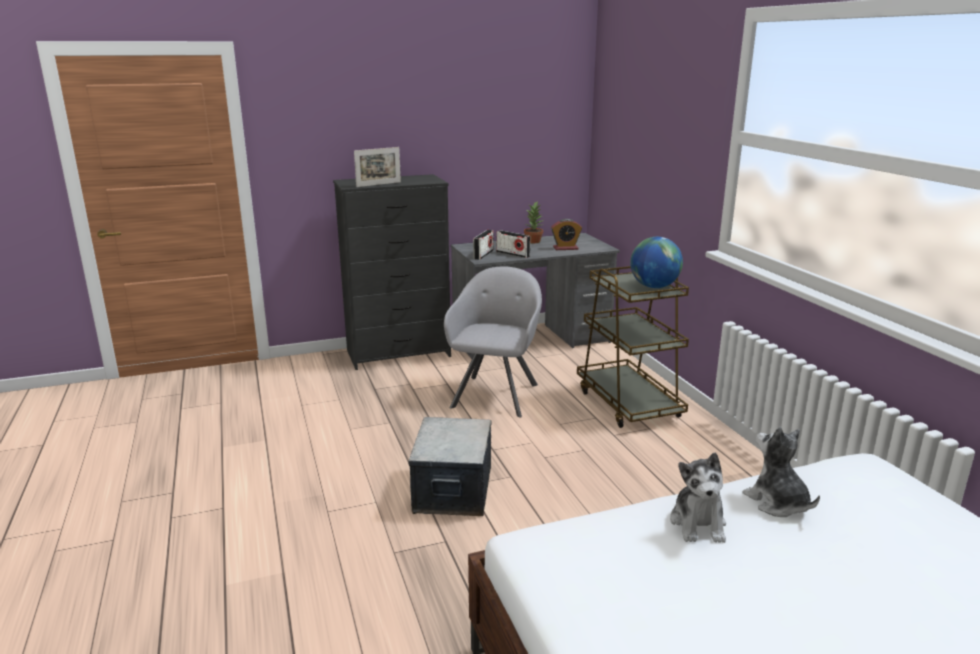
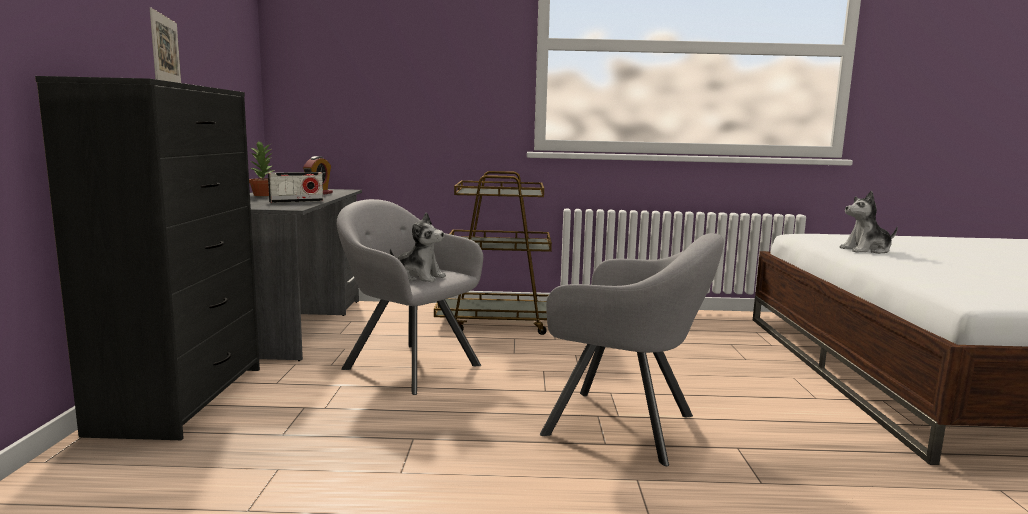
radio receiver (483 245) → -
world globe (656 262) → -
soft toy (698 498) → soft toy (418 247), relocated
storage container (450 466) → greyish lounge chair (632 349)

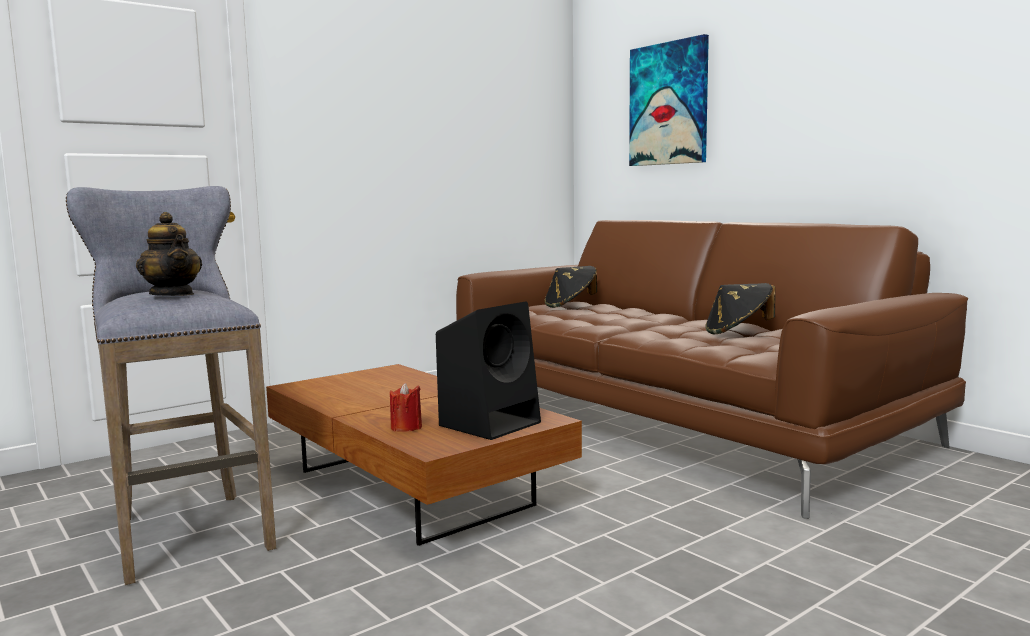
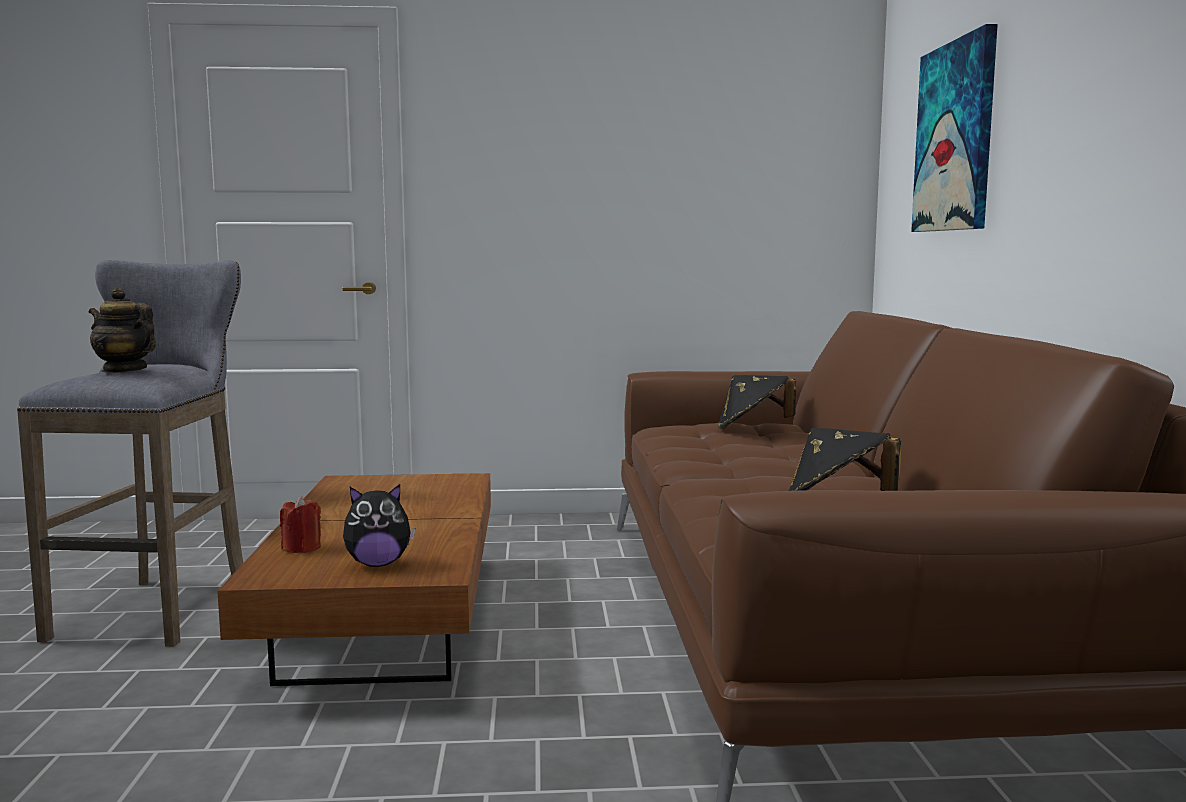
blackish speaker (488 370) → soft toy (379 525)
tea pot (169 254) → tea pot (122 330), 120 degrees clockwise

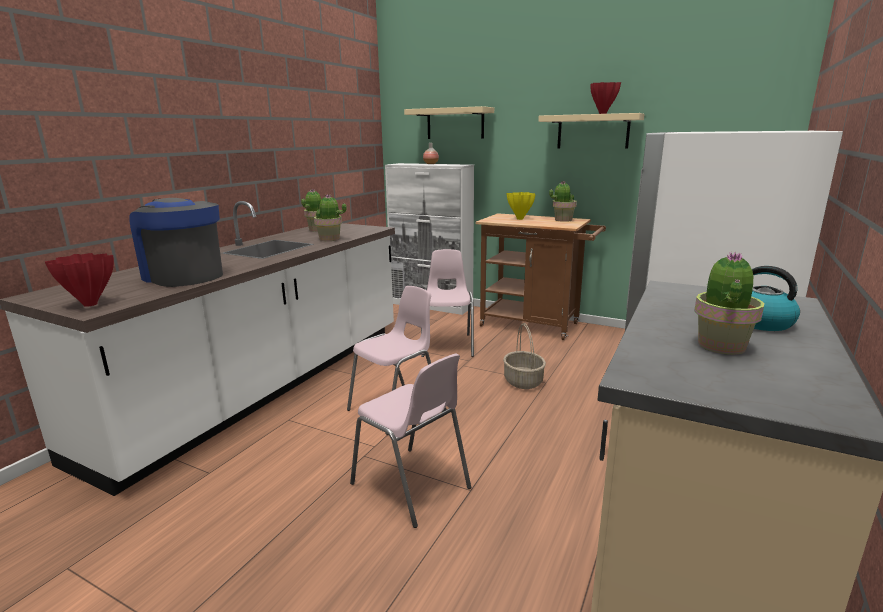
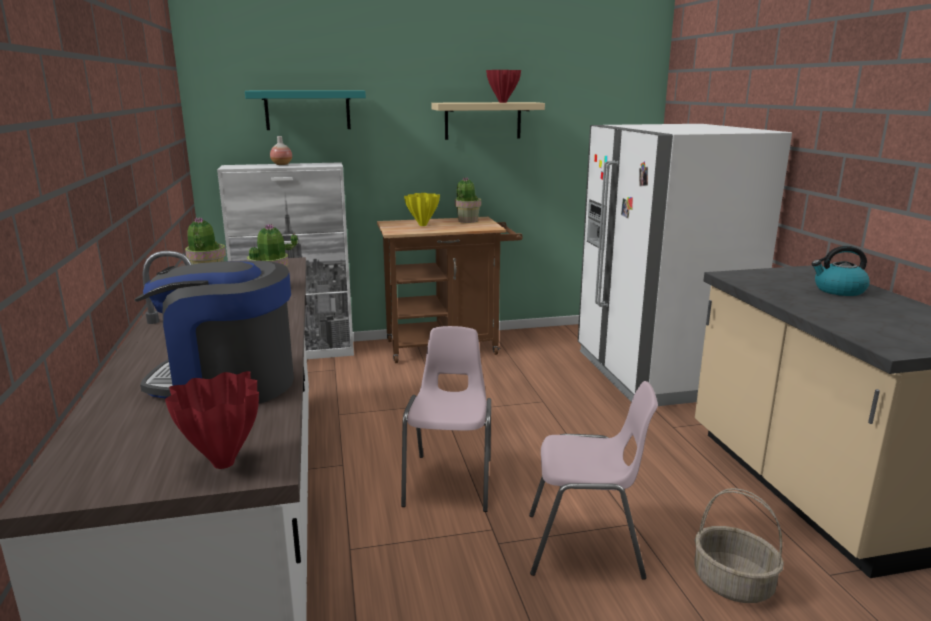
pink upright chair (447 303) → -
houseplant (729 303) → -
basket (524 356) → basket (739 545), relocated
beige bracket shelf (449 122) → turquoise-coloured bracket shelf (305 110)

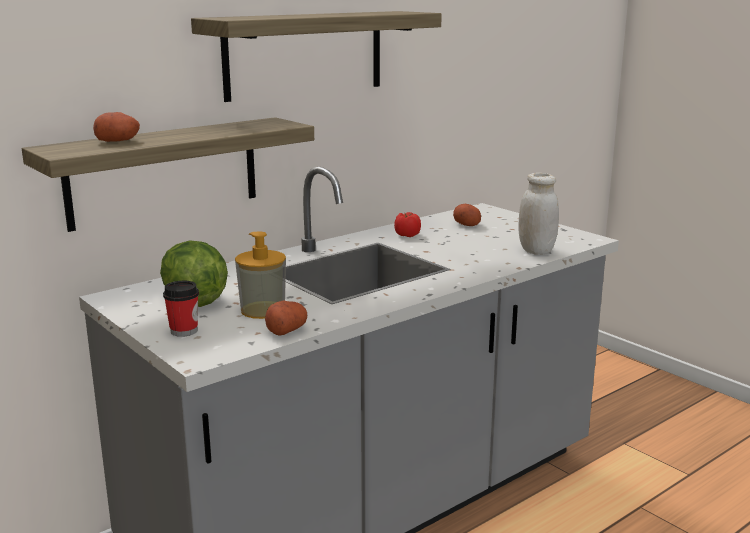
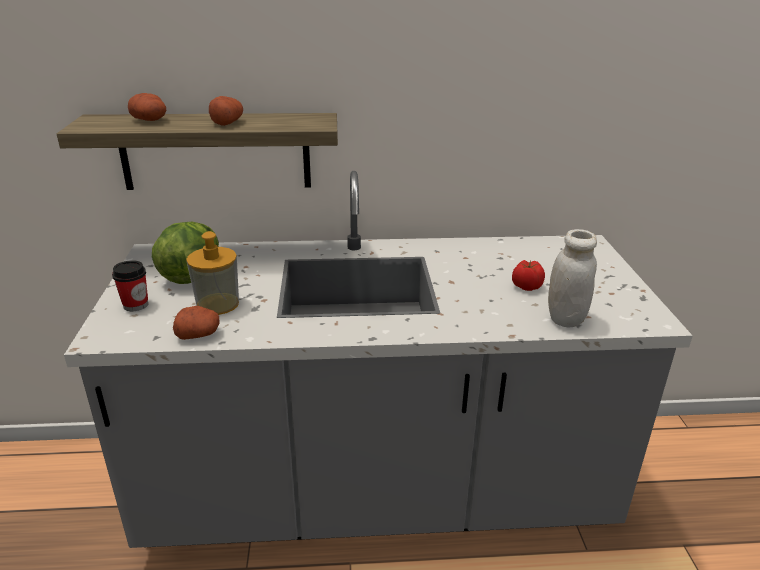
bracket shelf (316 56) → -
tomato (407 224) → tomato (528 275), relocated
whole potato (467 215) → whole potato (226 111), relocated

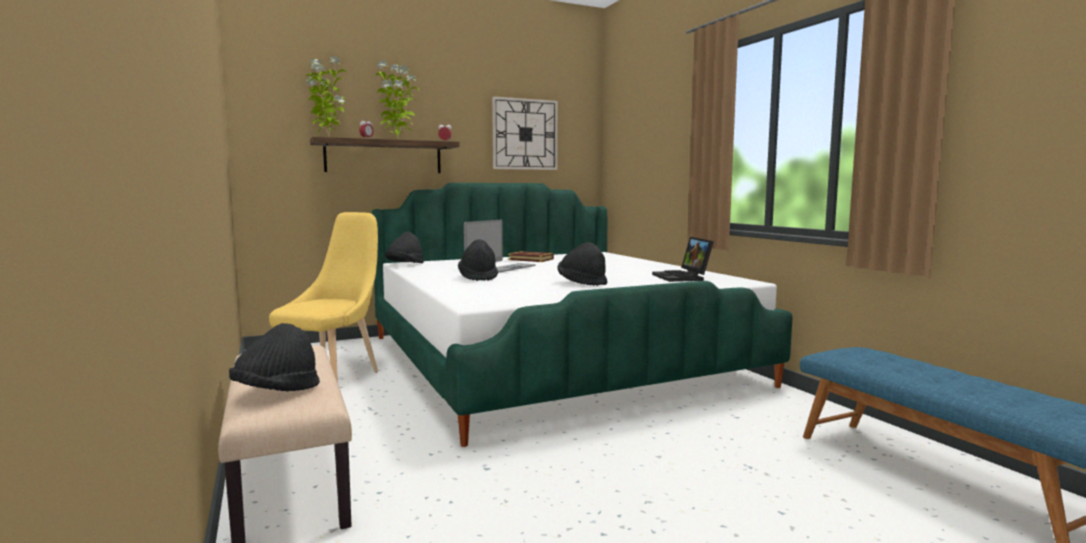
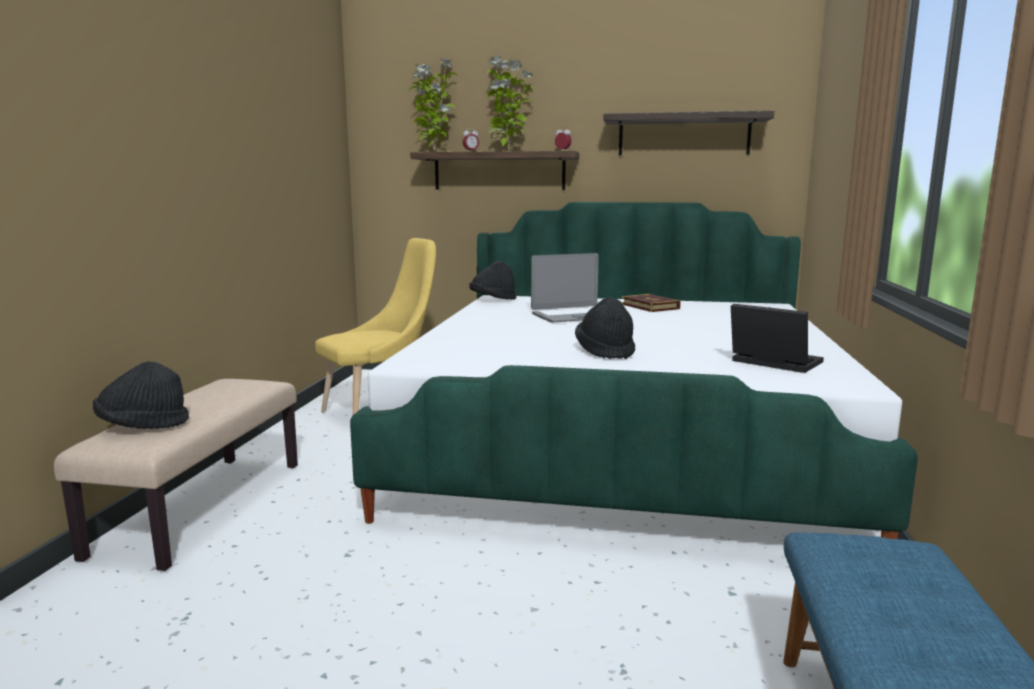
blackish clothing hat (478 260) → -
hanging clock (525 133) → bracket shelf (688 132)
laptop (683 259) → laptop (777 338), 105 degrees clockwise

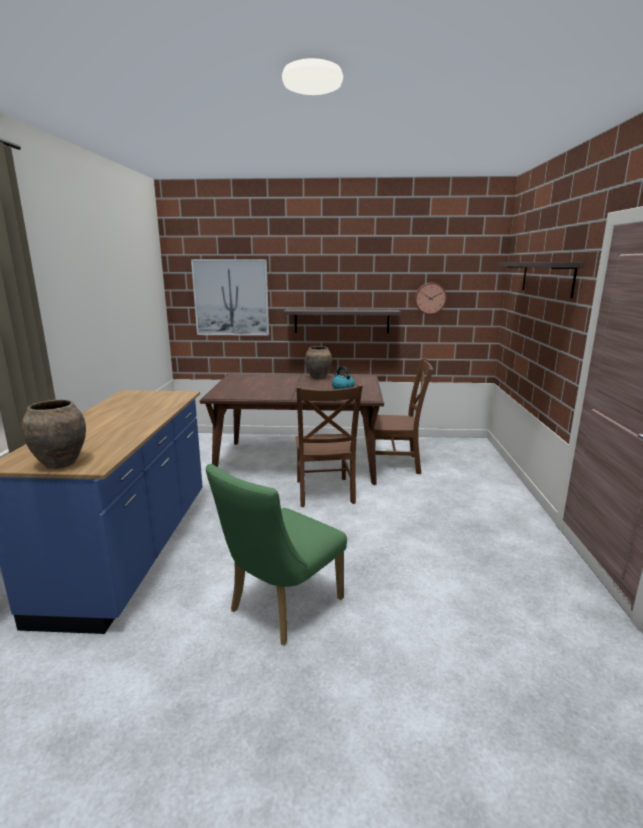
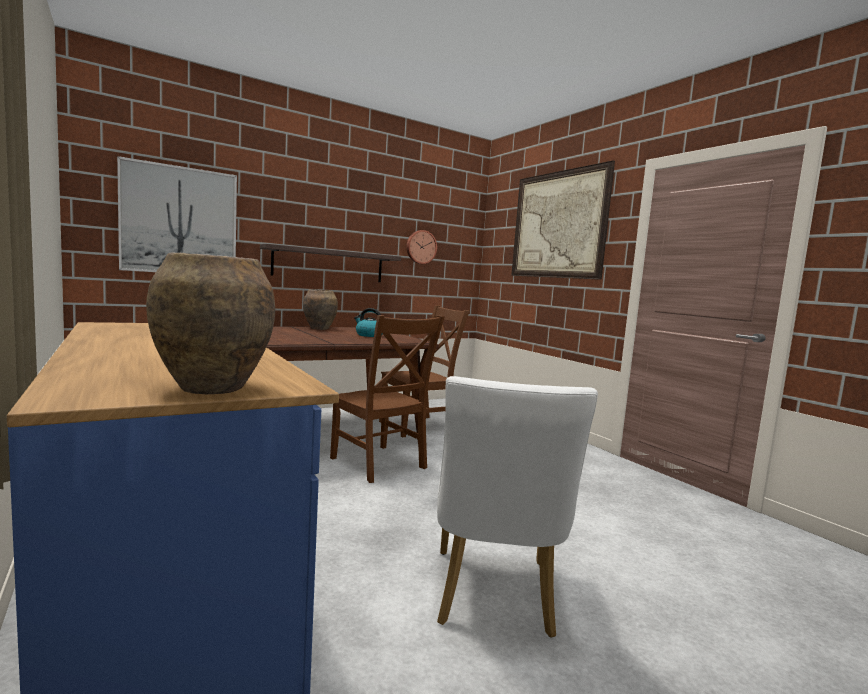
bracket shelf (541 280) → wall picture (563 220)
green-coloured upright chair (276 554) → white upright chair (517 507)

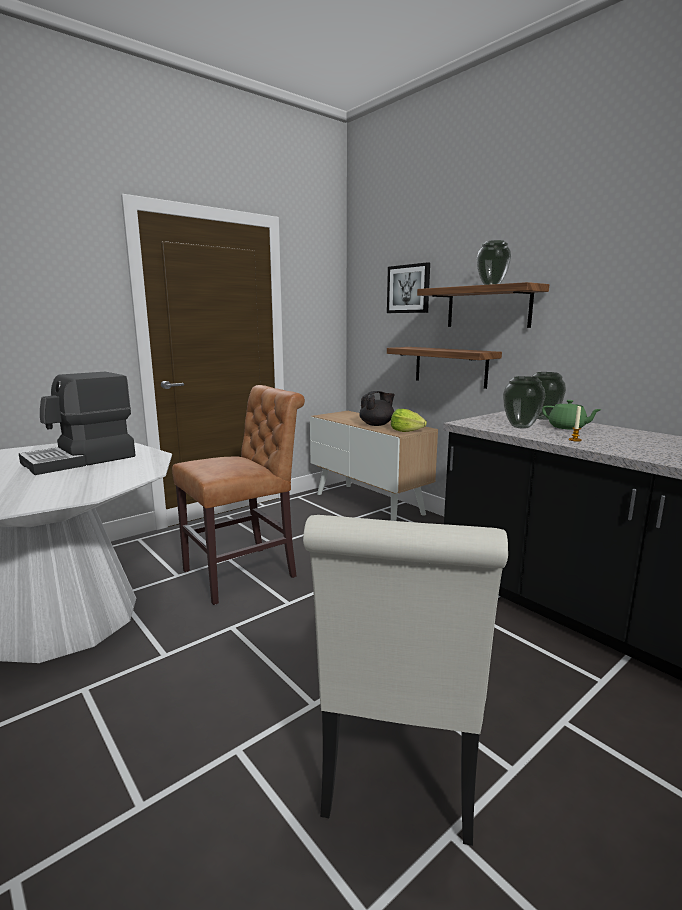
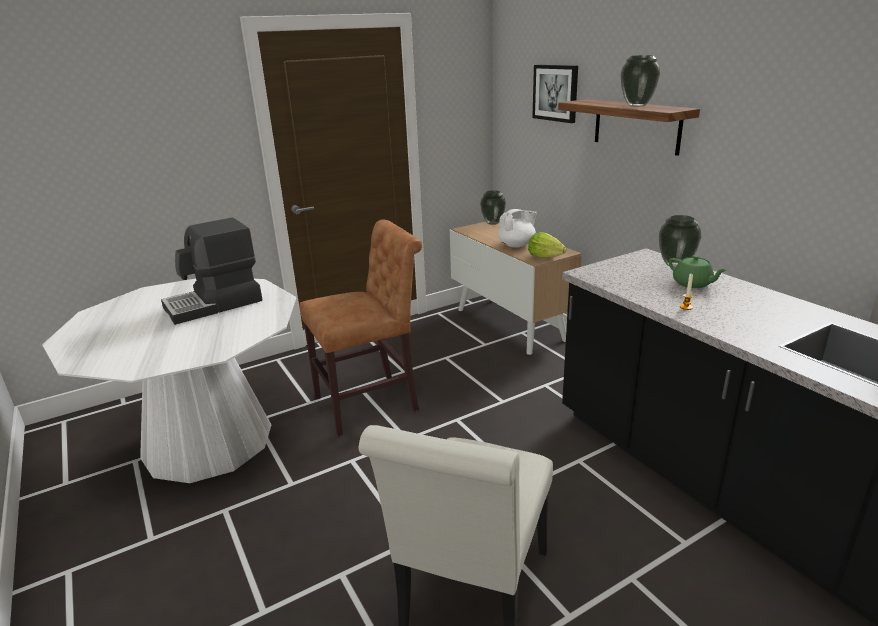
bracket shelf (444 368) → -
flower vase (524 402) → flower vase (493 207), relocated
blackish tea pot (377 408) → white tea pot (517 228)

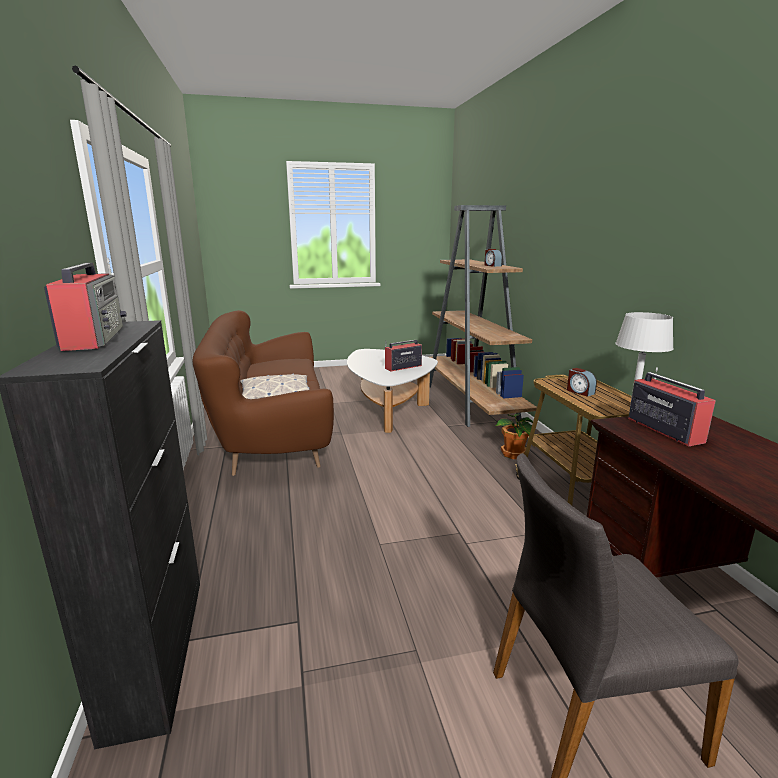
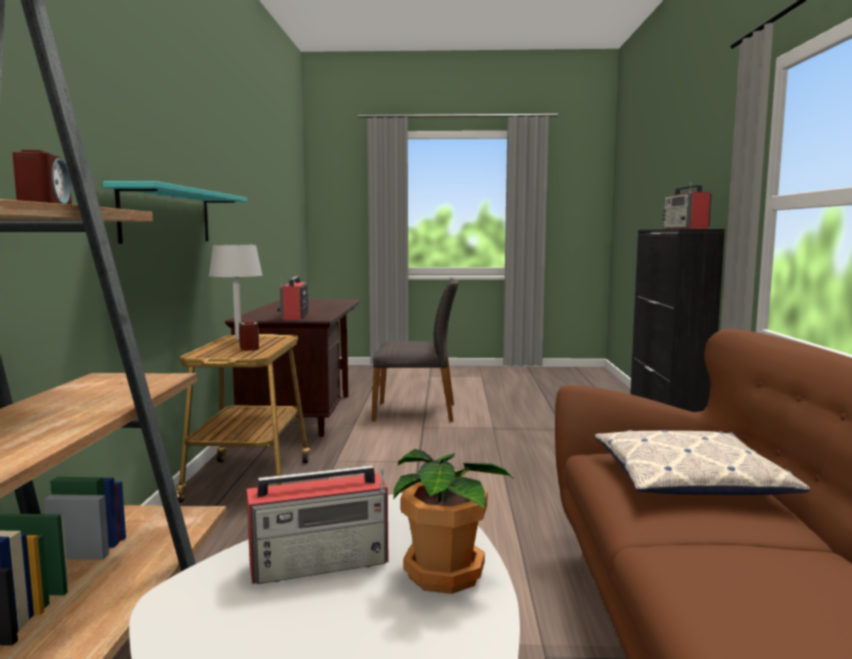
- → turquoise-coloured bracket shelf (175 212)
houseplant (514 436) → houseplant (454 521), relocated

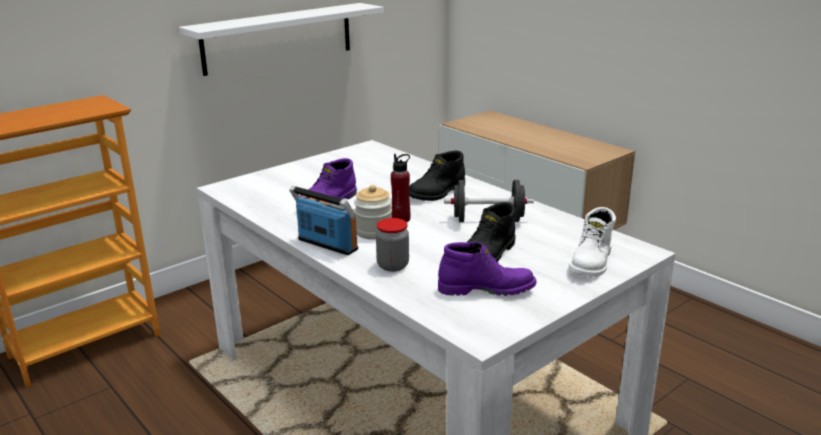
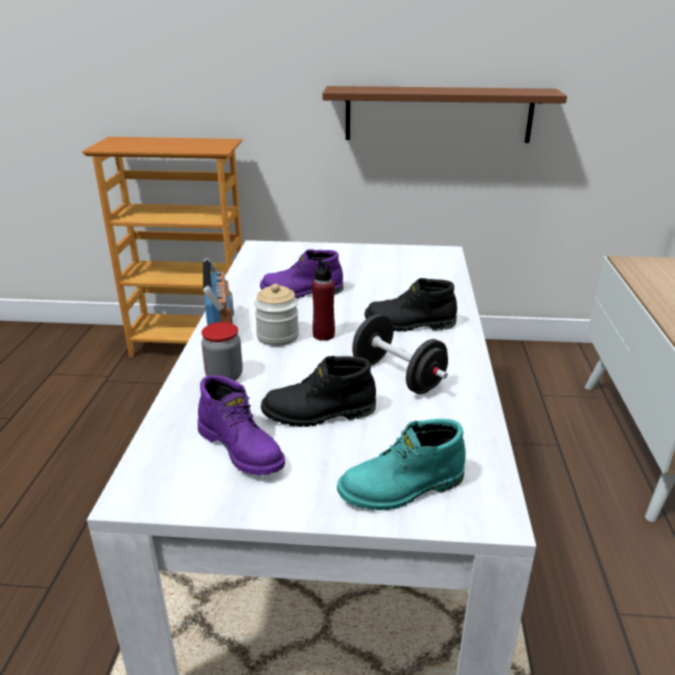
white bracket shelf (281 39) → brownish bracket shelf (444 114)
white tall boot (592 242) → turquoise-coloured tall boot (401 464)

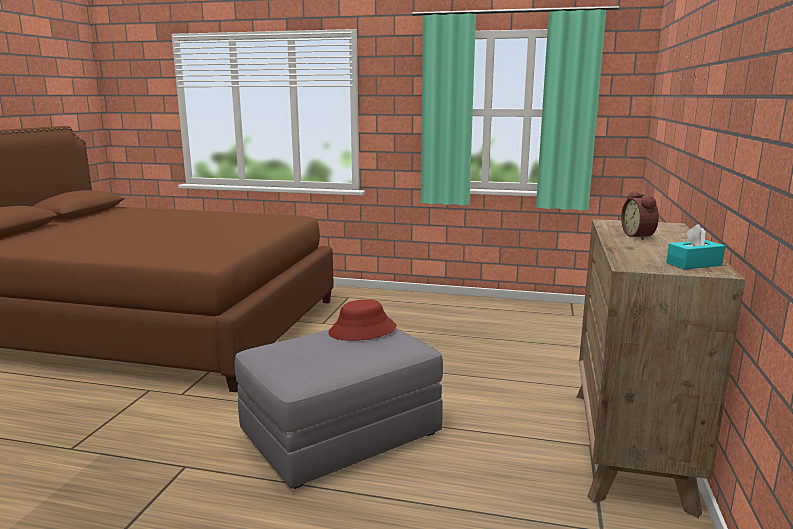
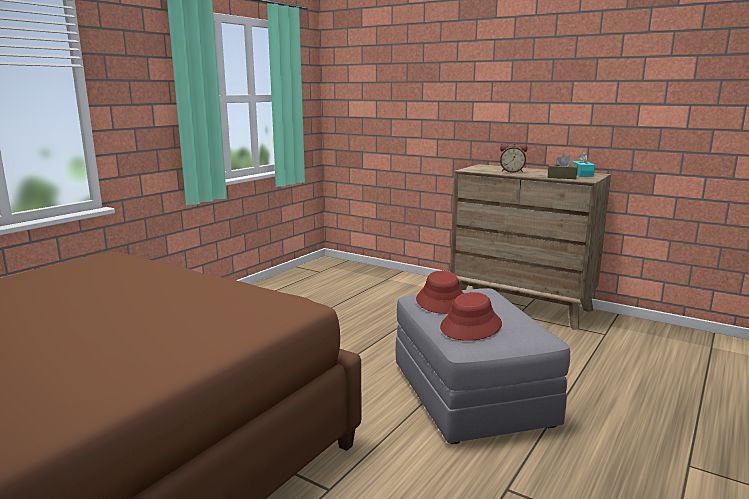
- → red clothing hat (471 316)
- → brownish tissue holder (563 166)

